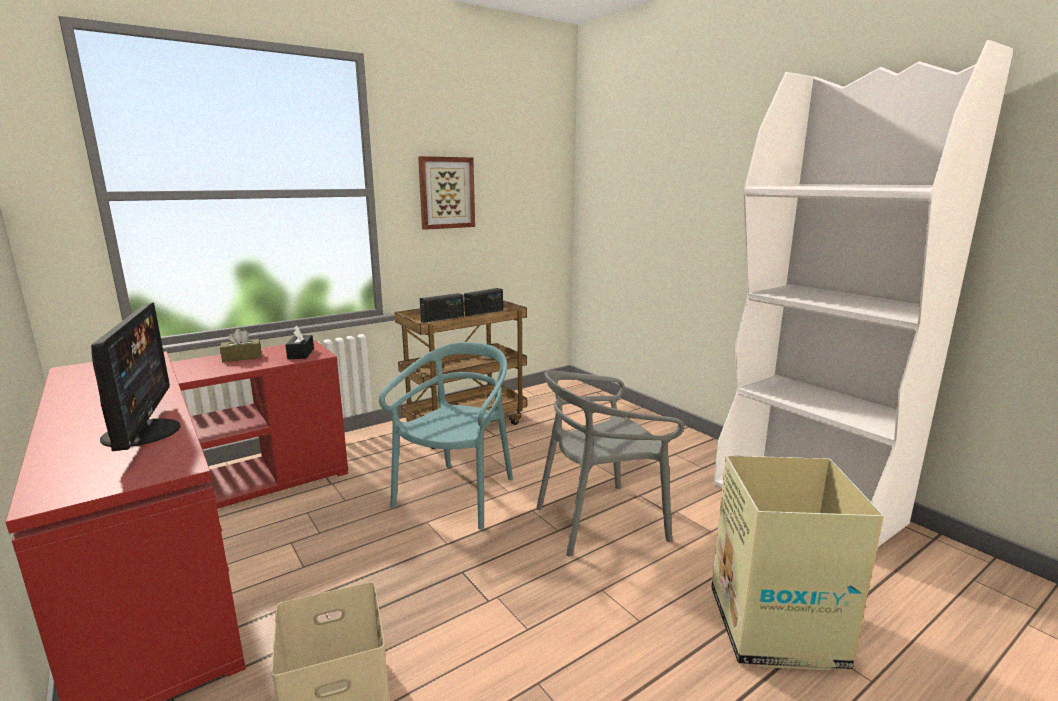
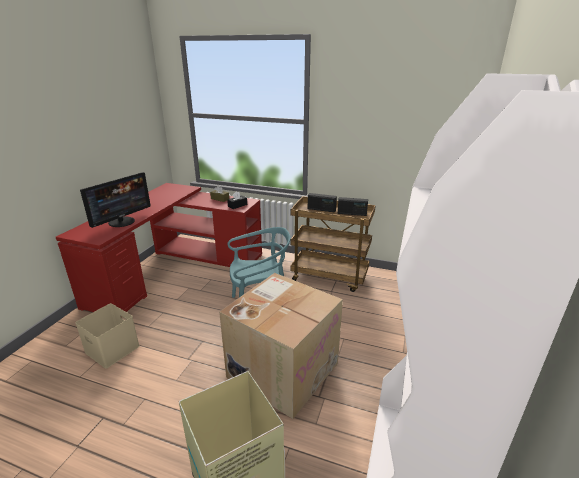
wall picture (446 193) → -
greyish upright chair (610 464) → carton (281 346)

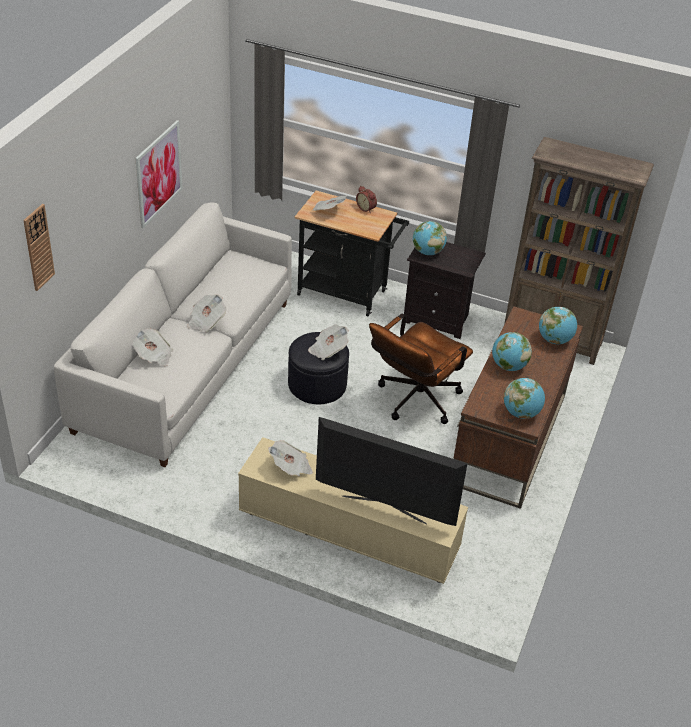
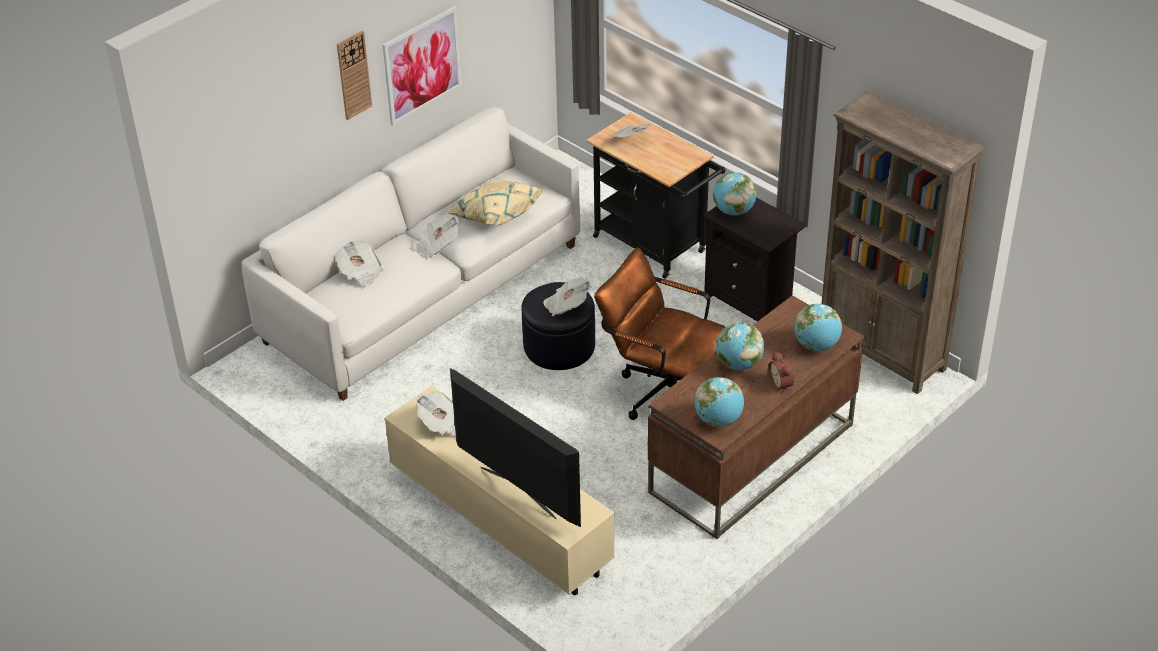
- → beige cushion (495 202)
hanging clock (39 247) → hanging clock (354 75), relocated
bedside clock (366 199) → bedside clock (781 372), relocated
brownish computer chair (421 369) → brownish computer chair (660 333), 60 degrees clockwise

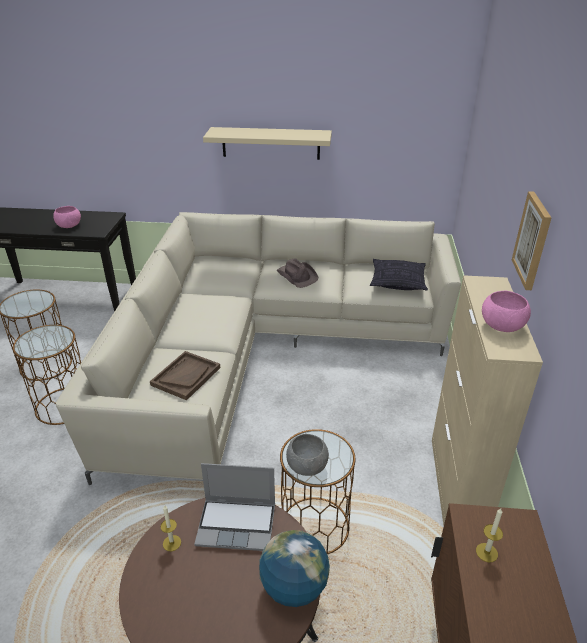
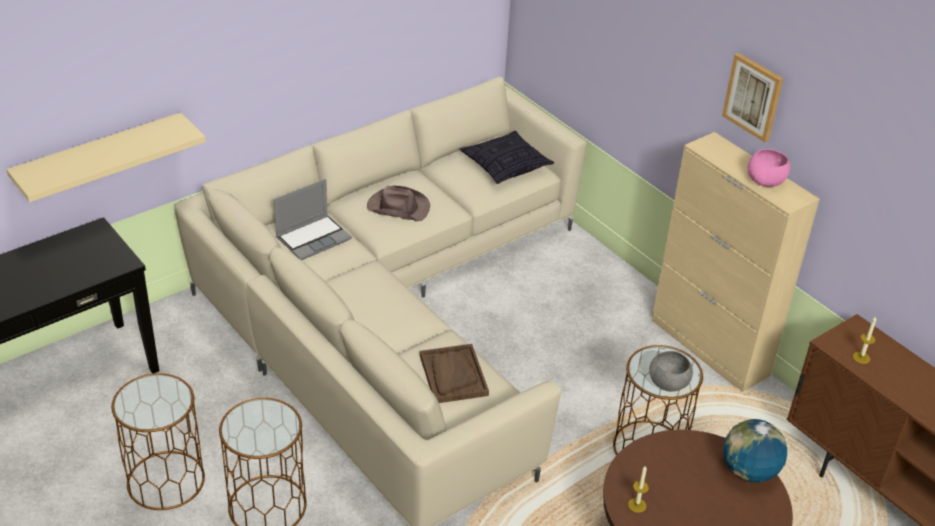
pink serving bowl (67 217) → -
laptop (234 507) → laptop (313 219), relocated
beige bracket shelf (267 143) → beige bracket shelf (106 157), relocated

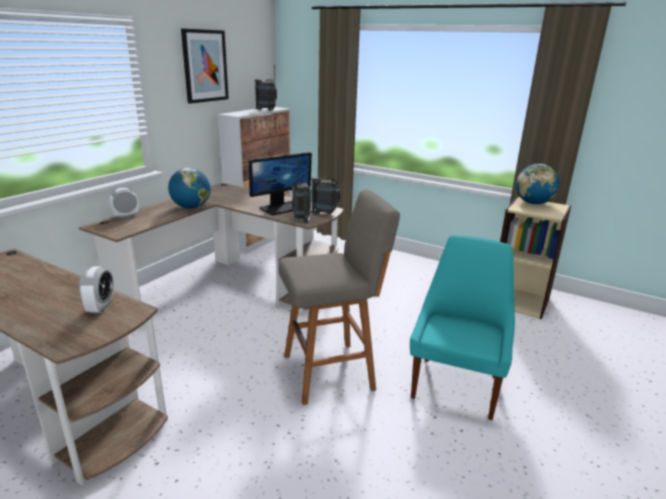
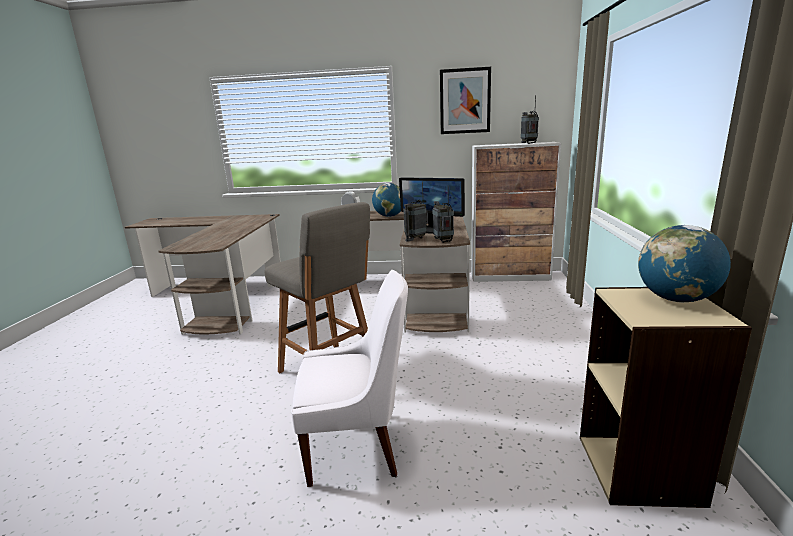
bedside clock (96 290) → -
turquoise-coloured upright chair (462 328) → white upright chair (349 378)

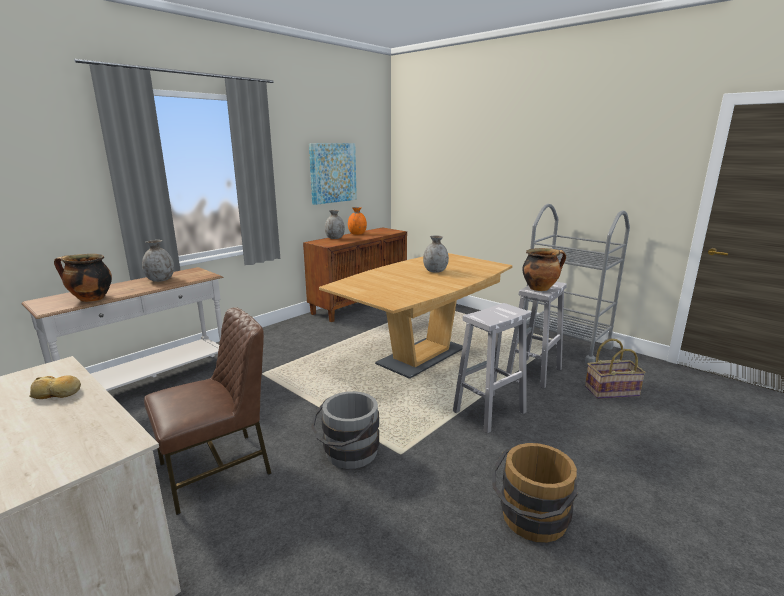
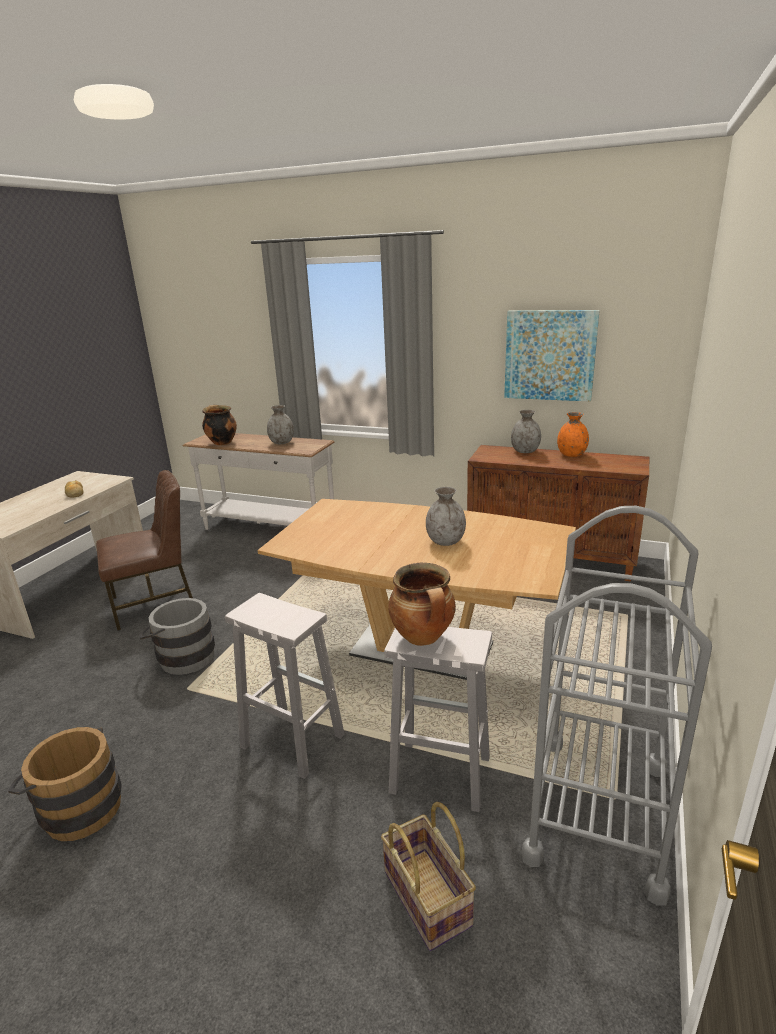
brownish upright chair (208 411) → brownish upright chair (144 550), 60 degrees counterclockwise

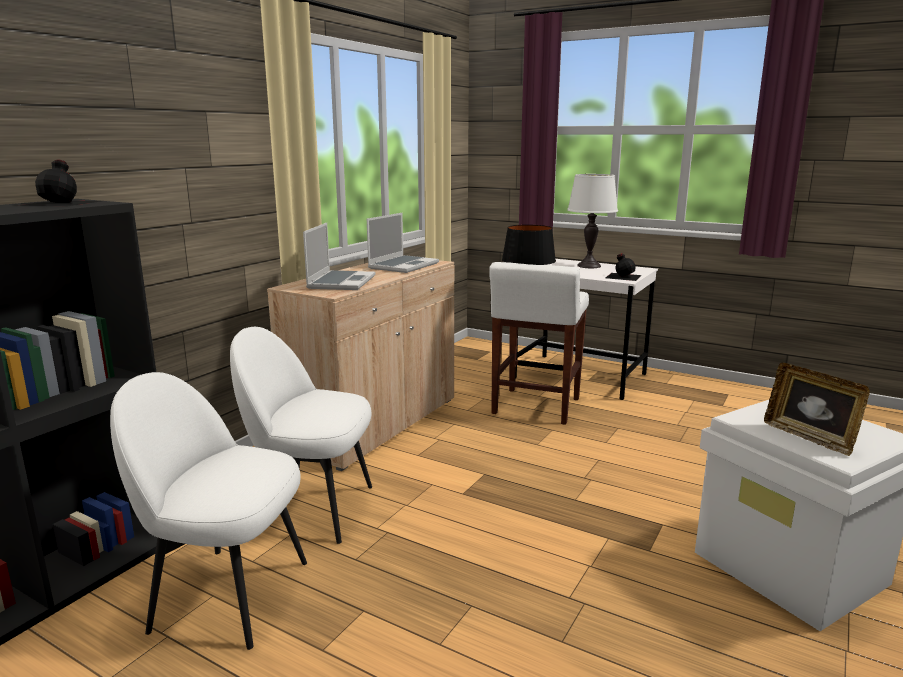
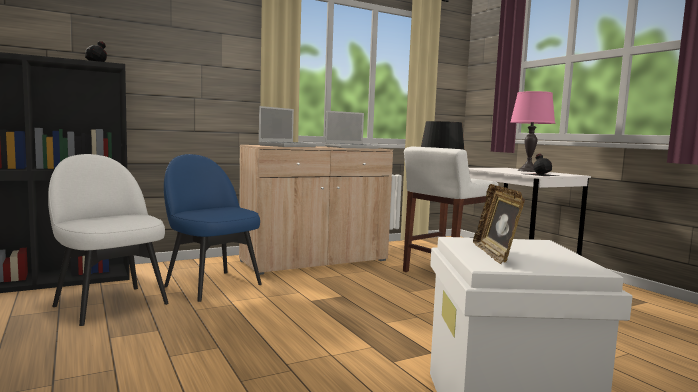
white upright chair (301 435) → bluish upright chair (213 228)
white tabletop lamp (592 221) → pink tabletop lamp (532 131)

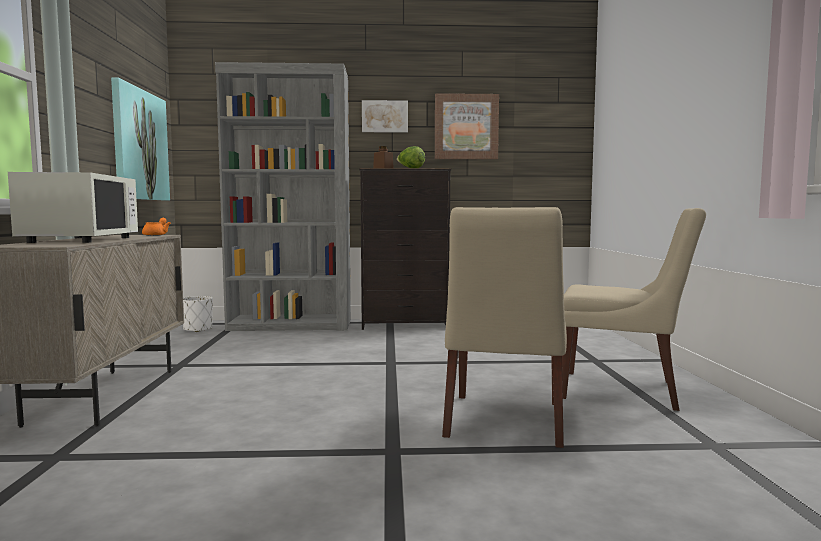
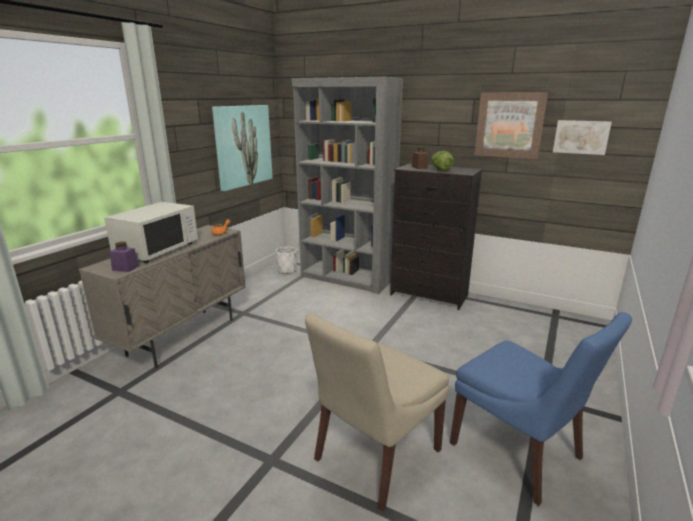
- → purple-coloured storage jar (124 257)
wall picture (385 116) → wall picture (582 137), relocated
beige upright chair (634 309) → bluish upright chair (541 409)

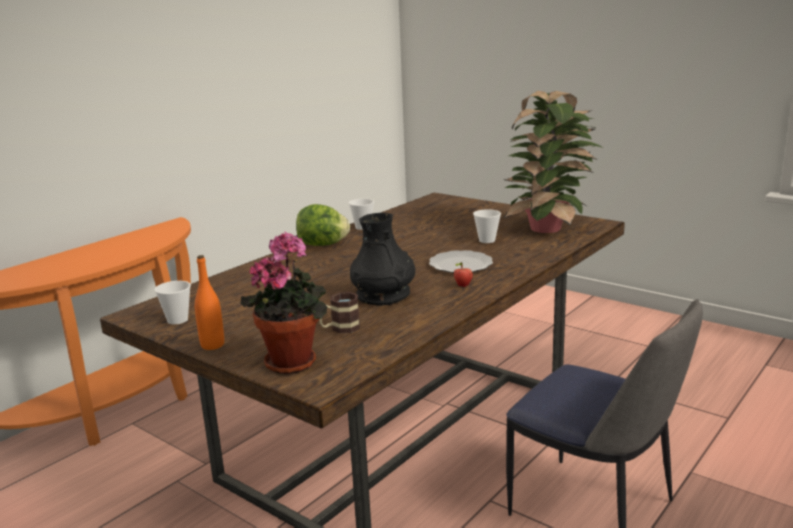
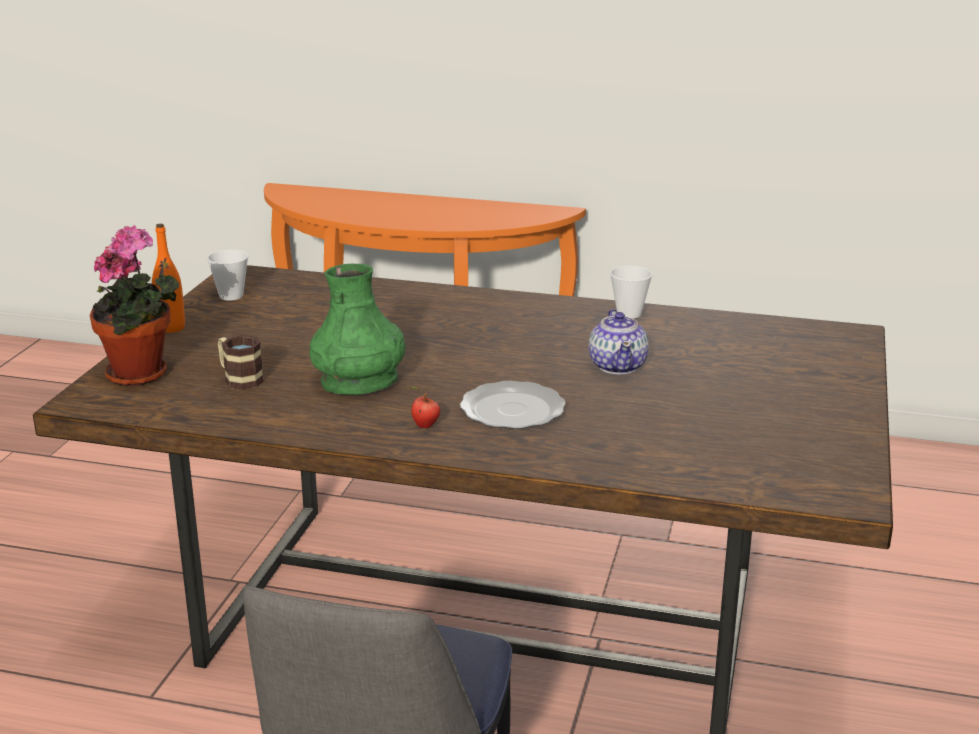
lettuce head (323 225) → -
drinking cup (487 226) → -
houseplant (553 162) → -
- → tea pot (619 342)
blackish flower vase (382 259) → green-coloured flower vase (357 329)

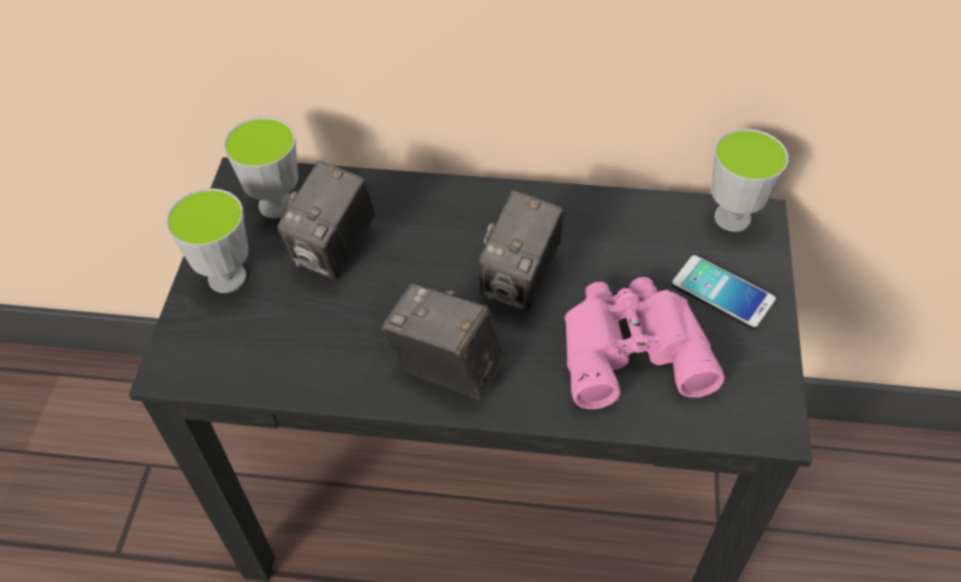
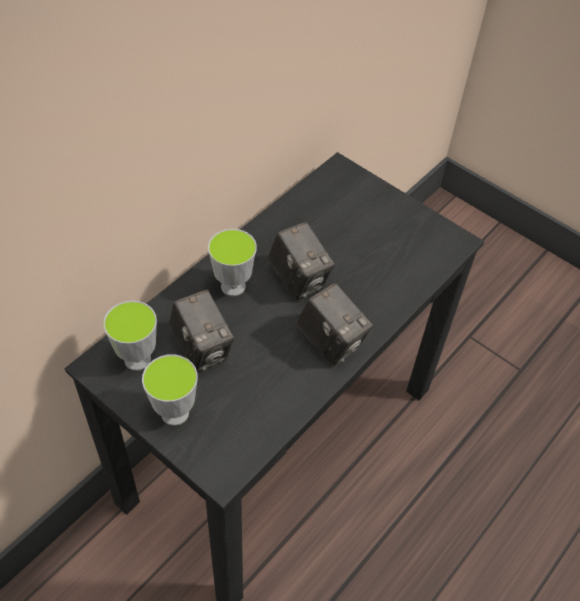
pink field glasses (644 343) → -
telephone (724 292) → -
drinking cup (750 180) → drinking cup (232 262), relocated
still camera (444 342) → still camera (334 324), 105 degrees counterclockwise

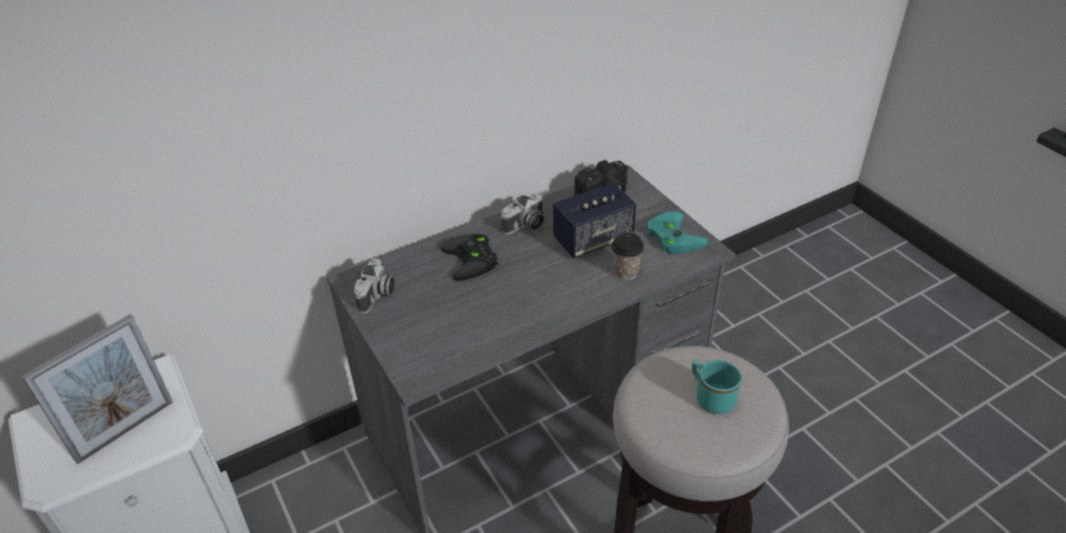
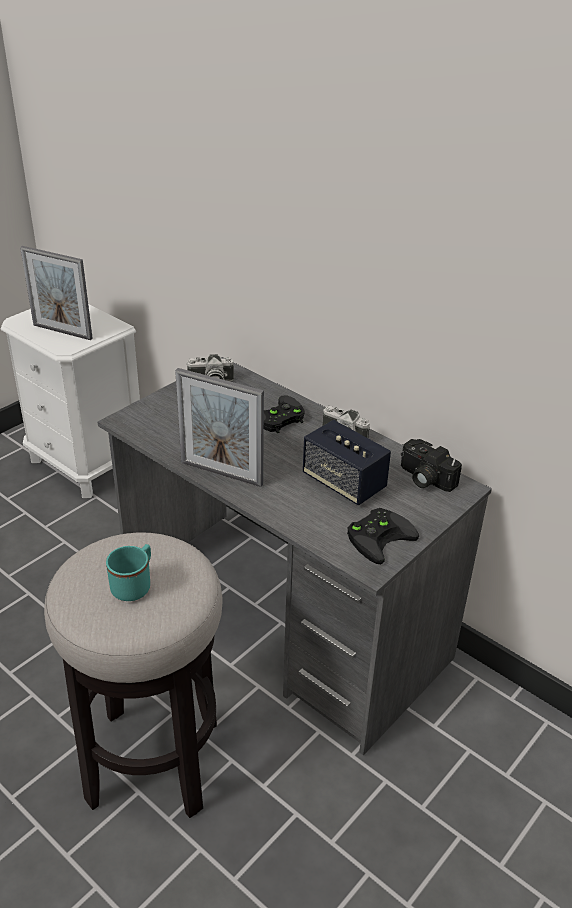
drinking cup (627 256) → -
- → picture frame (219 427)
turquoise-coloured joypad (677 232) → blackish joypad (383 536)

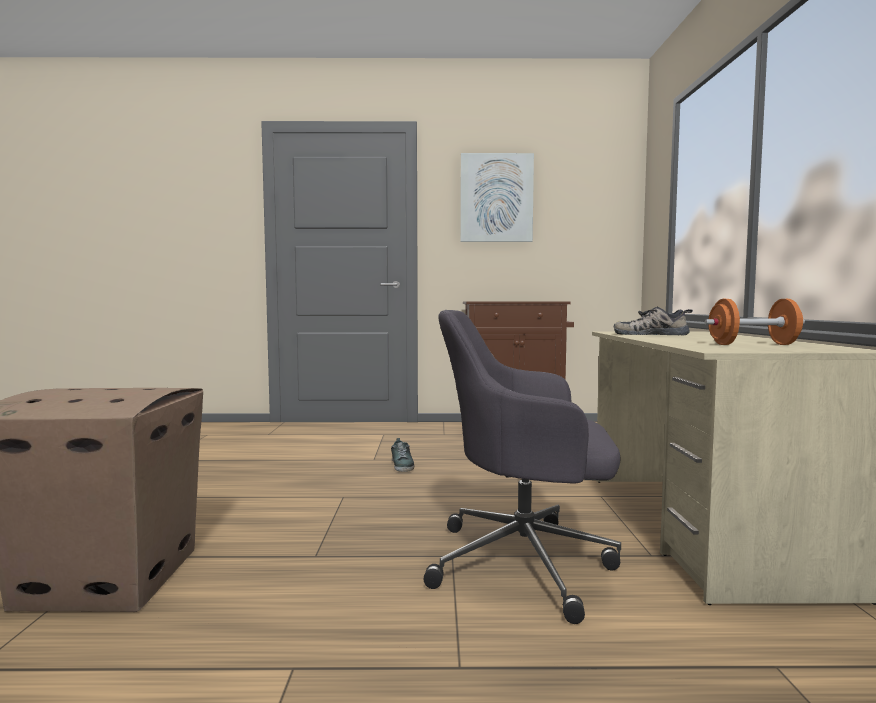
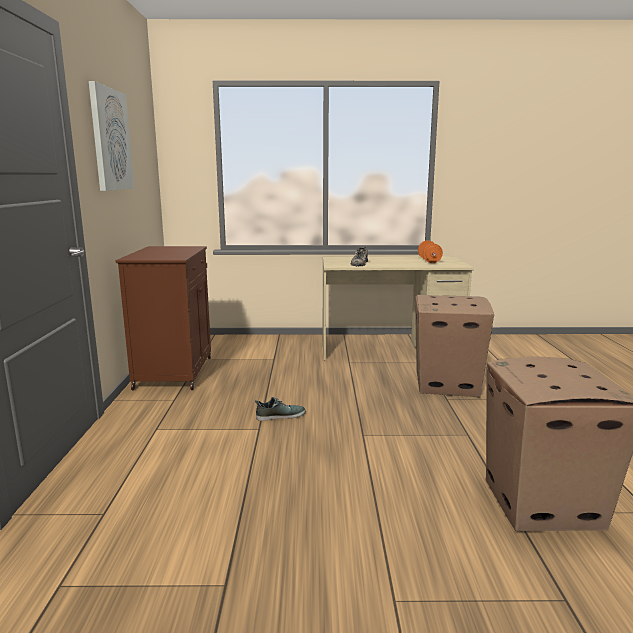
greyish computer chair (522 467) → carton (454 346)

